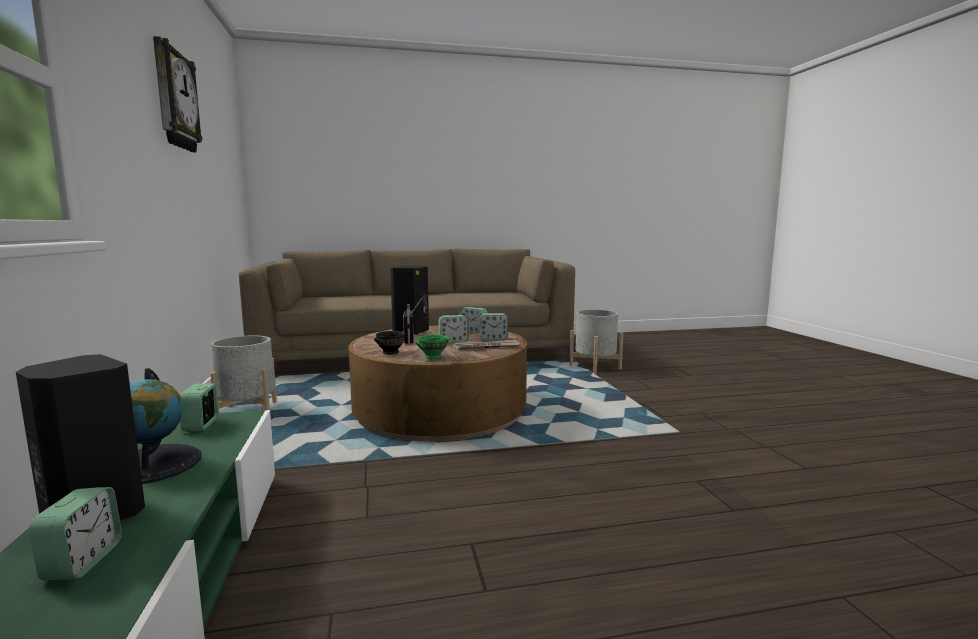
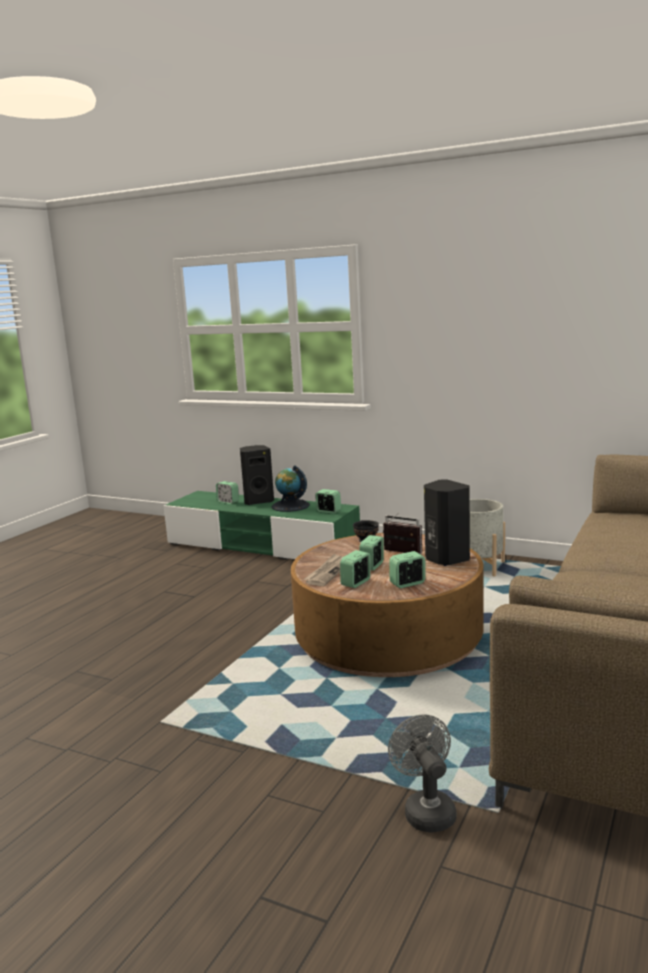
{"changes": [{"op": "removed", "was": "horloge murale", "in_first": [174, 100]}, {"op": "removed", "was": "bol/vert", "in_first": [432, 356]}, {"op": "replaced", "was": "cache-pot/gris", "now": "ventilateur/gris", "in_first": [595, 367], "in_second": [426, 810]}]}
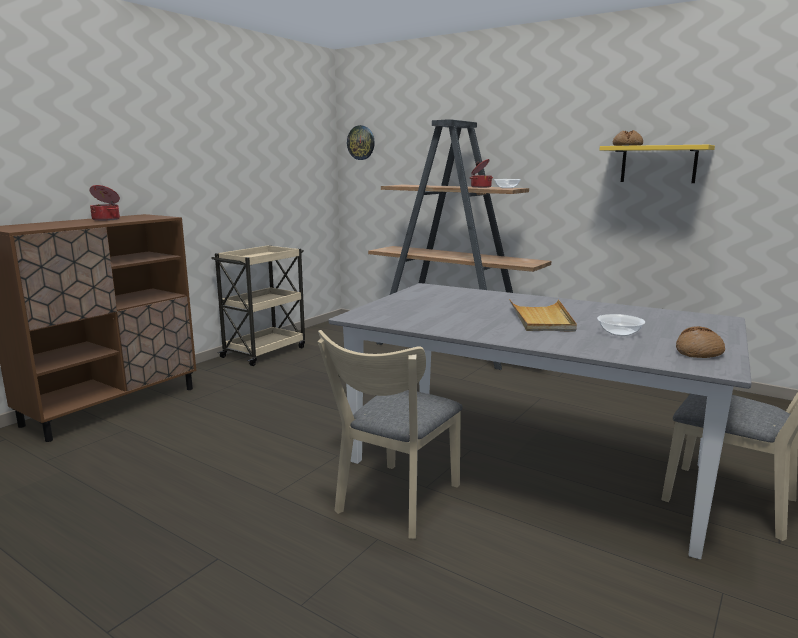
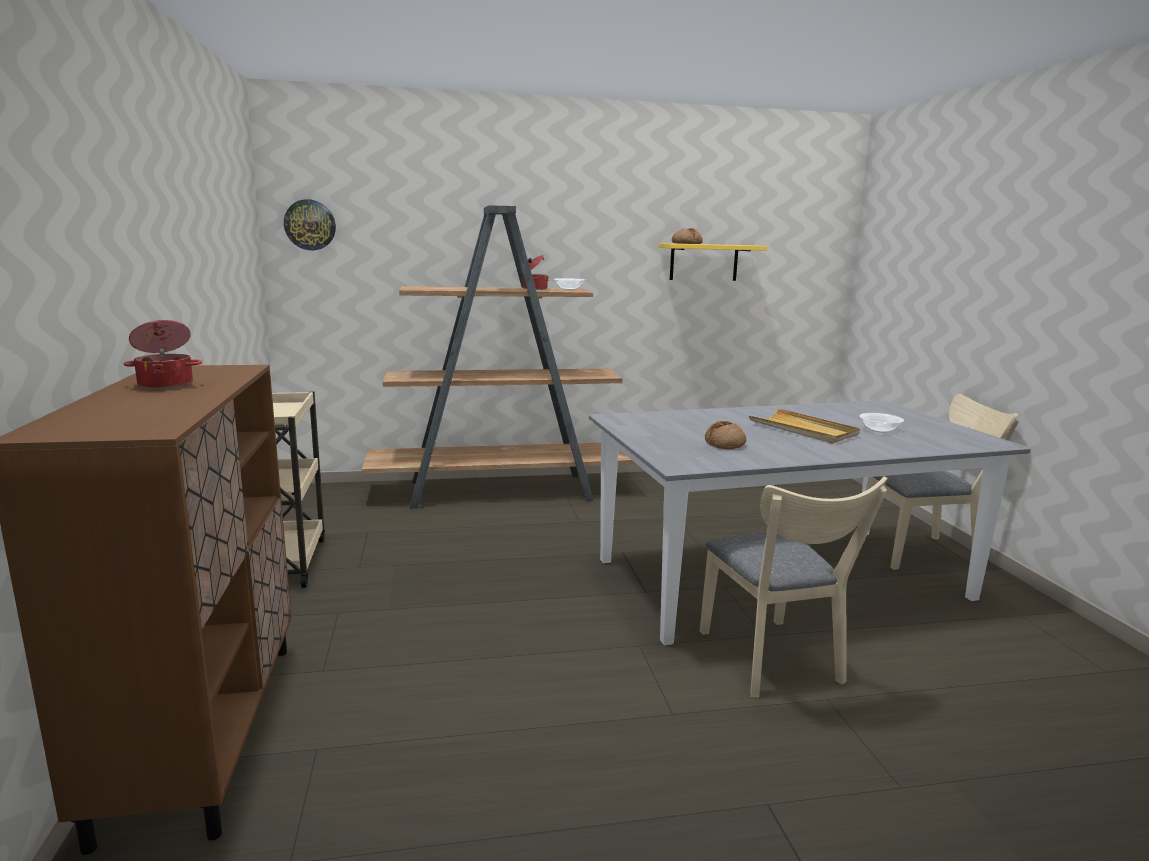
{"changes": [{"op": "moved", "was": "pain", "in_first": [699, 352], "in_second": [725, 444]}]}
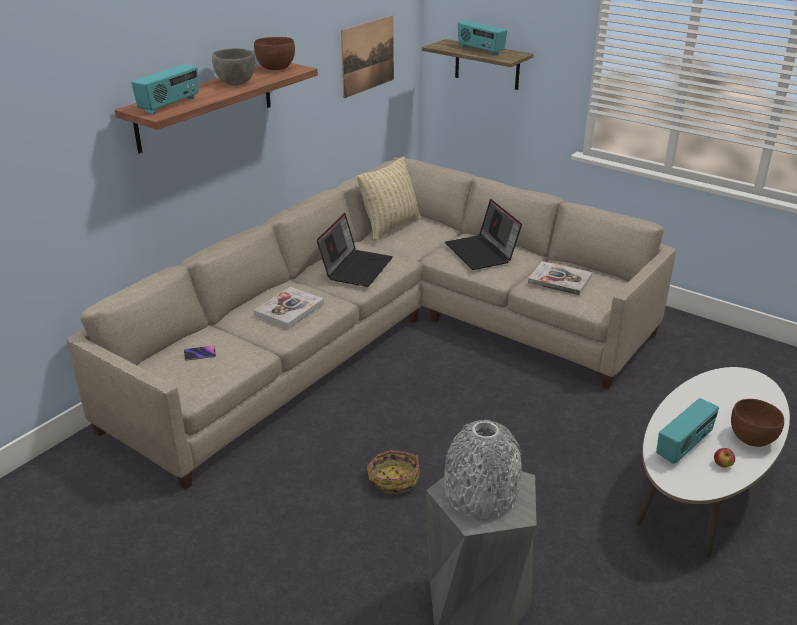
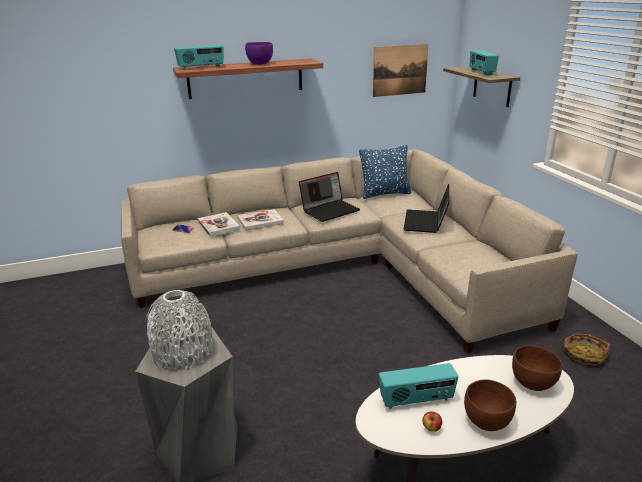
{"changes": [{"op": "recoloured", "was": "bol/gris", "now": "bol/violet", "in_first": [235, 82], "in_second": [260, 64]}, {"op": "moved", "was": "bol/marron", "in_first": [276, 69], "in_second": [533, 384]}, {"op": "recoloured", "was": "coussin/beige", "now": "coussin/bleu", "in_first": [390, 227], "in_second": [385, 194]}, {"op": "moved", "was": "panier", "in_first": [393, 479], "in_second": [584, 354]}, {"op": "moved", "was": "livre", "in_first": [559, 280], "in_second": [218, 225]}]}
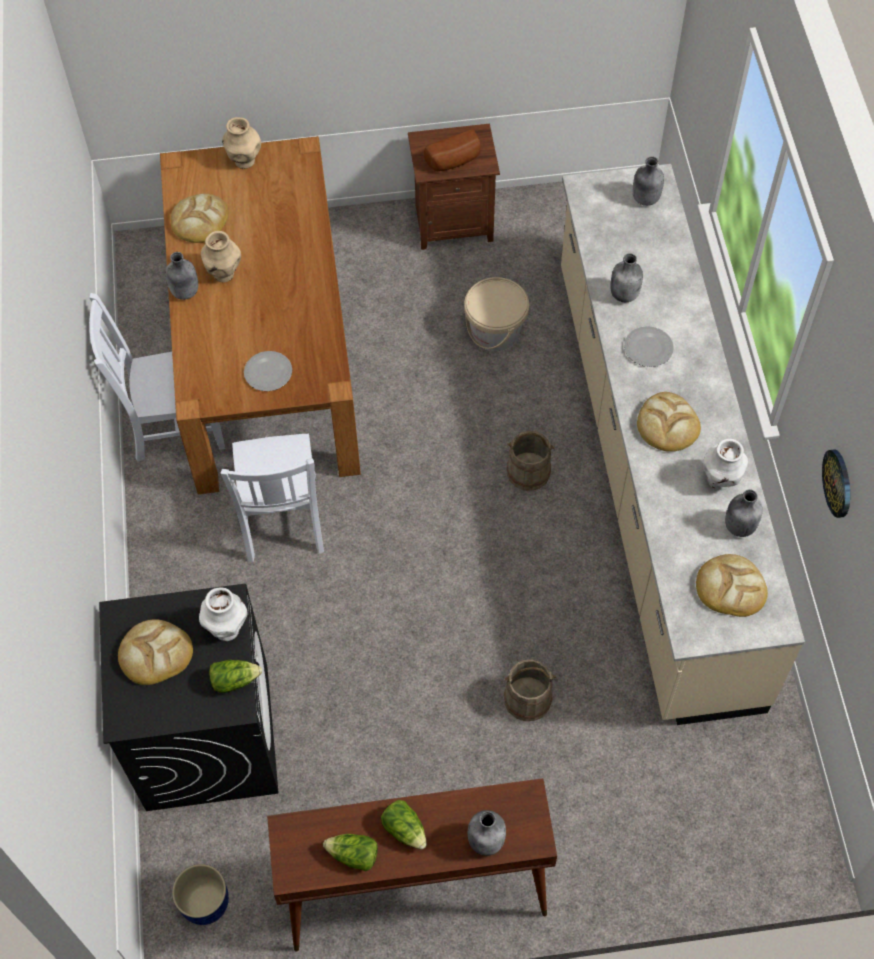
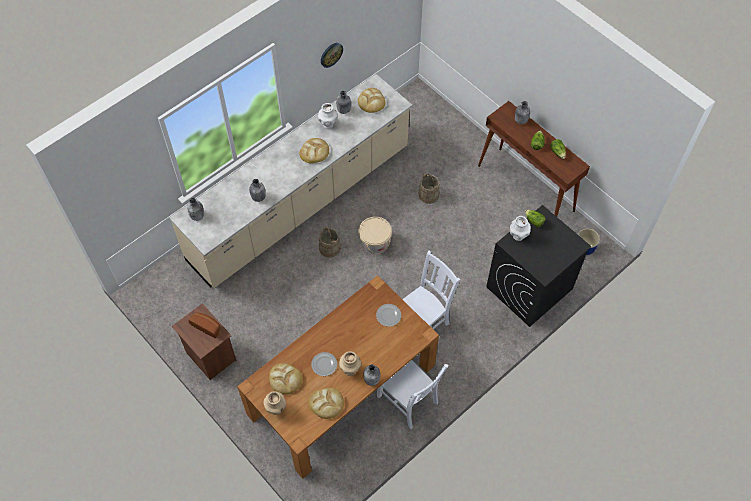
{"changes": [{"op": "moved", "was": "pain", "in_first": [155, 653], "in_second": [285, 379]}, {"op": "moved", "was": "seau/beige", "in_first": [495, 331], "in_second": [375, 243]}, {"op": "moved", "was": "assiette", "in_first": [649, 348], "in_second": [324, 364]}]}
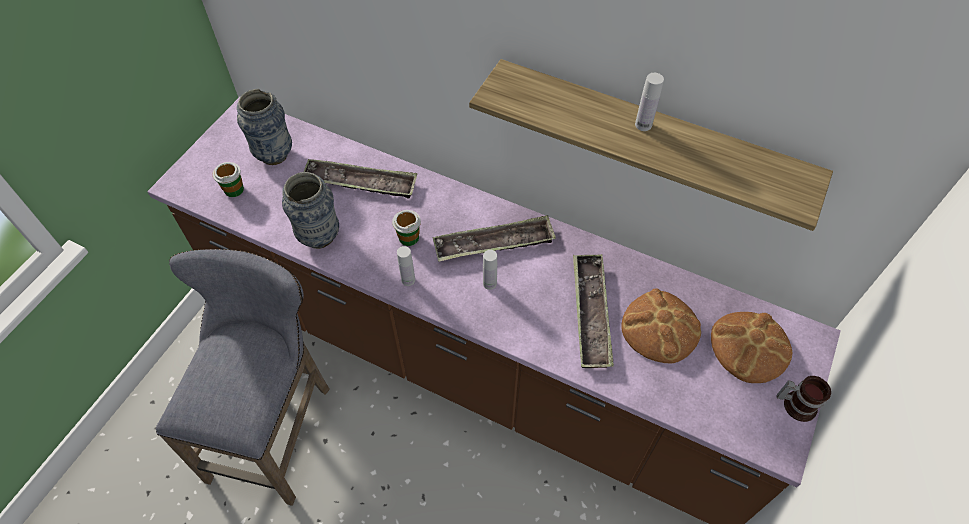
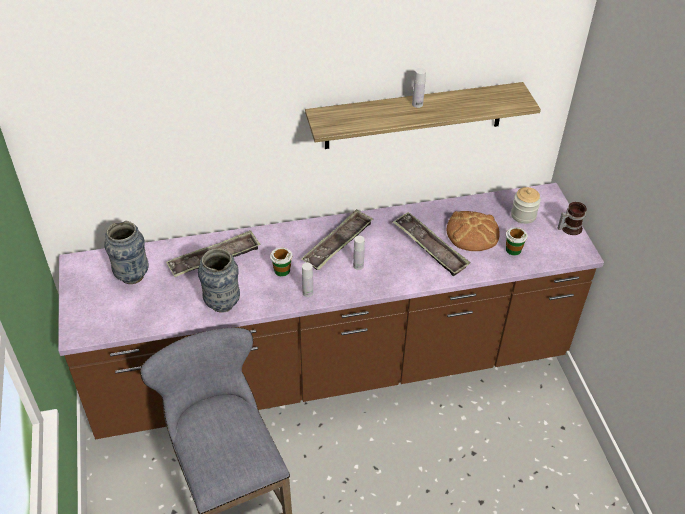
{"changes": [{"op": "moved", "was": "tasse", "in_first": [234, 189], "in_second": [513, 250]}, {"op": "replaced", "was": "pain", "now": "bocal", "in_first": [749, 347], "in_second": [523, 215]}]}
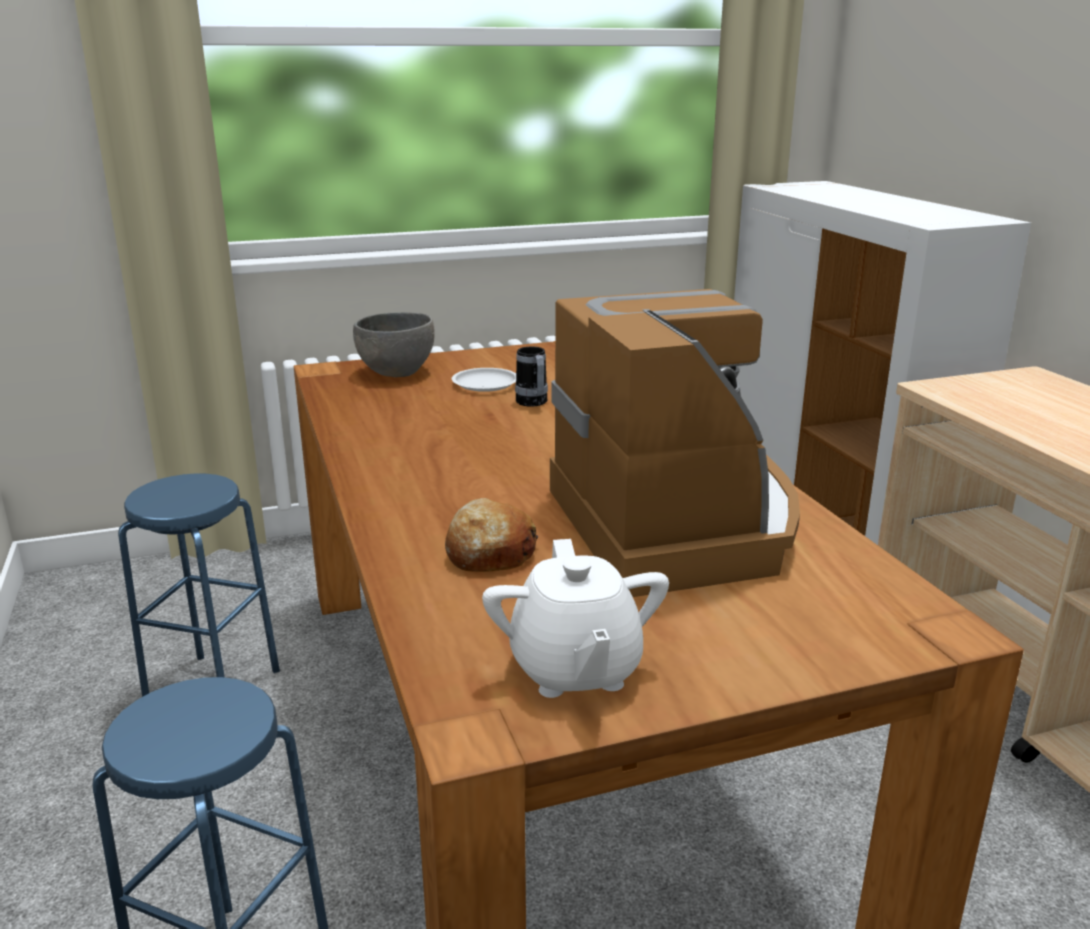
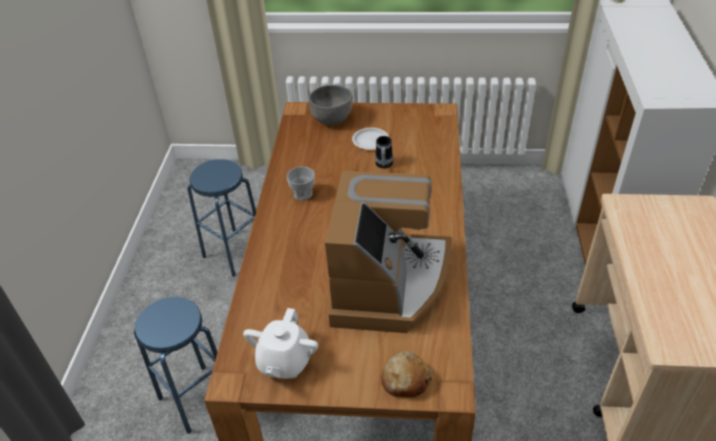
{"changes": [{"op": "moved", "was": "pain", "in_first": [489, 553], "in_second": [405, 380]}, {"op": "added", "now": "tasse", "in_second": [303, 194]}]}
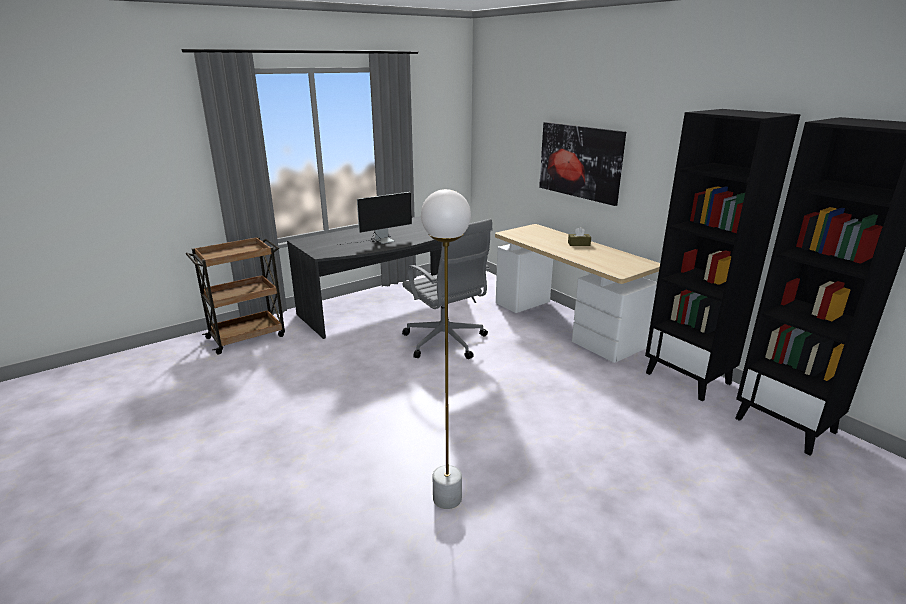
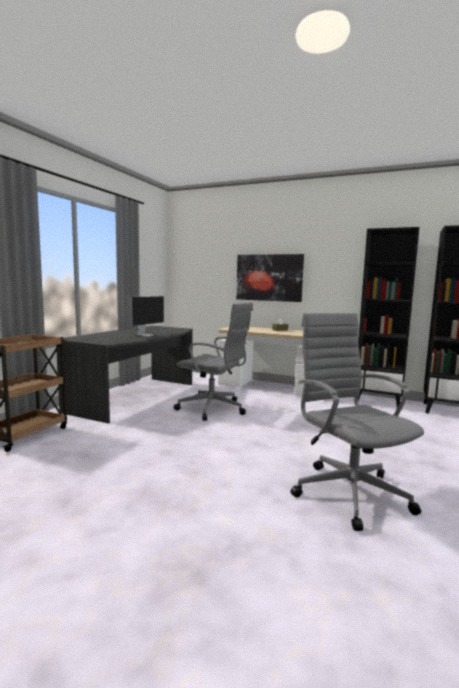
{"changes": [{"op": "replaced", "was": "lampadaire/blanc", "now": "chaise de bureau/gris", "in_first": [447, 498], "in_second": [348, 492]}]}
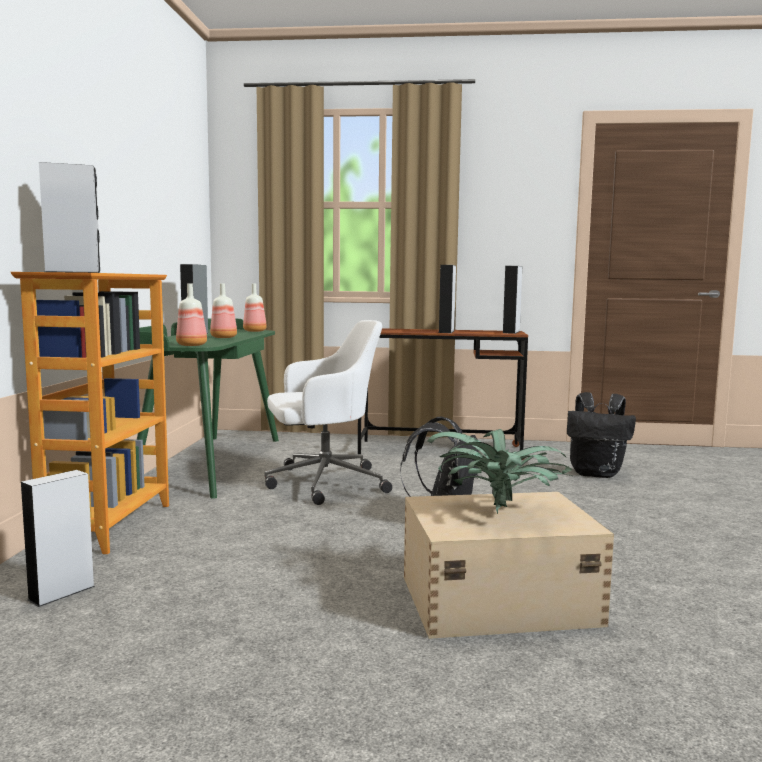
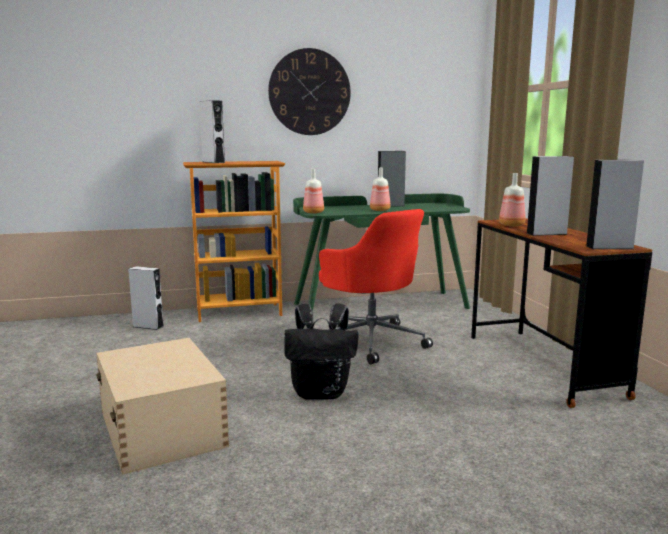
{"changes": [{"op": "moved", "was": "bouteille", "in_first": [255, 331], "in_second": [512, 225]}, {"op": "recoloured", "was": "chaise de bureau/blanc", "now": "chaise de bureau/rouge", "in_first": [323, 483], "in_second": [371, 341]}, {"op": "removed", "was": "plante en pot", "in_first": [500, 511]}, {"op": "removed", "was": "sac à dos/noir", "in_first": [596, 473]}, {"op": "added", "now": "horloge murale", "in_second": [309, 92]}]}
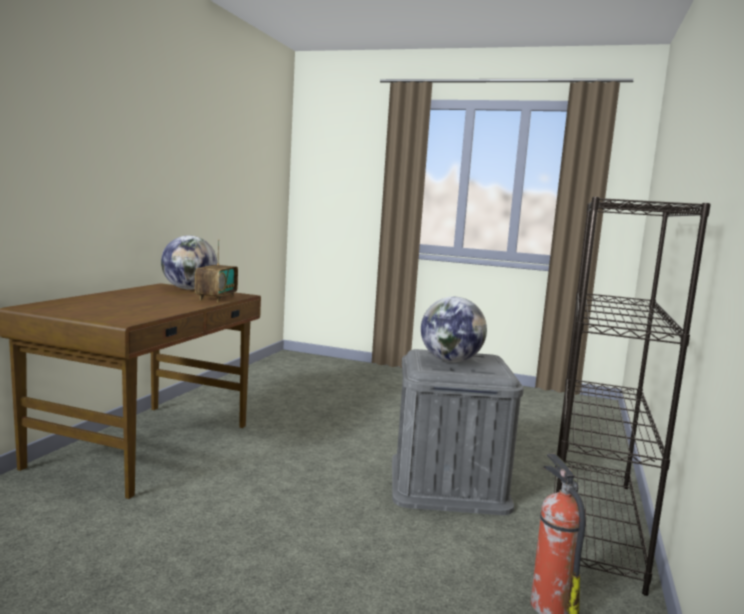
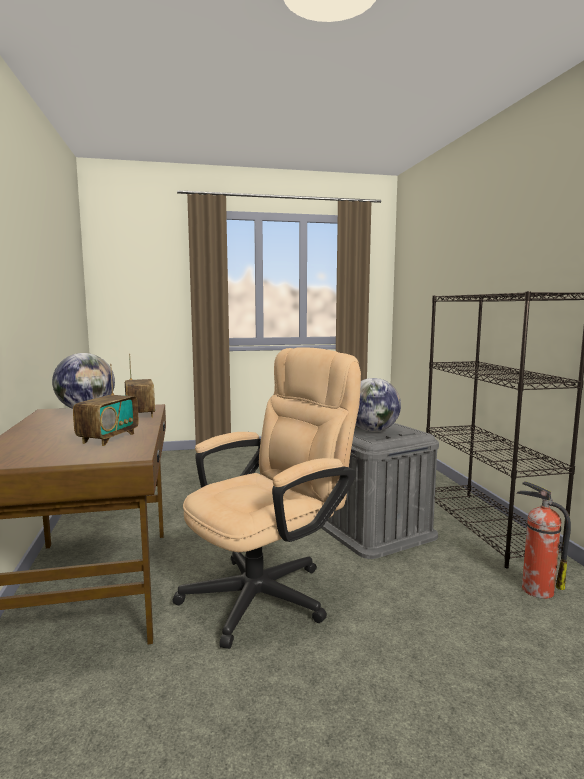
{"changes": [{"op": "added", "now": "radio", "in_second": [108, 438]}, {"op": "added", "now": "chaise de bureau/beige", "in_second": [269, 591]}]}
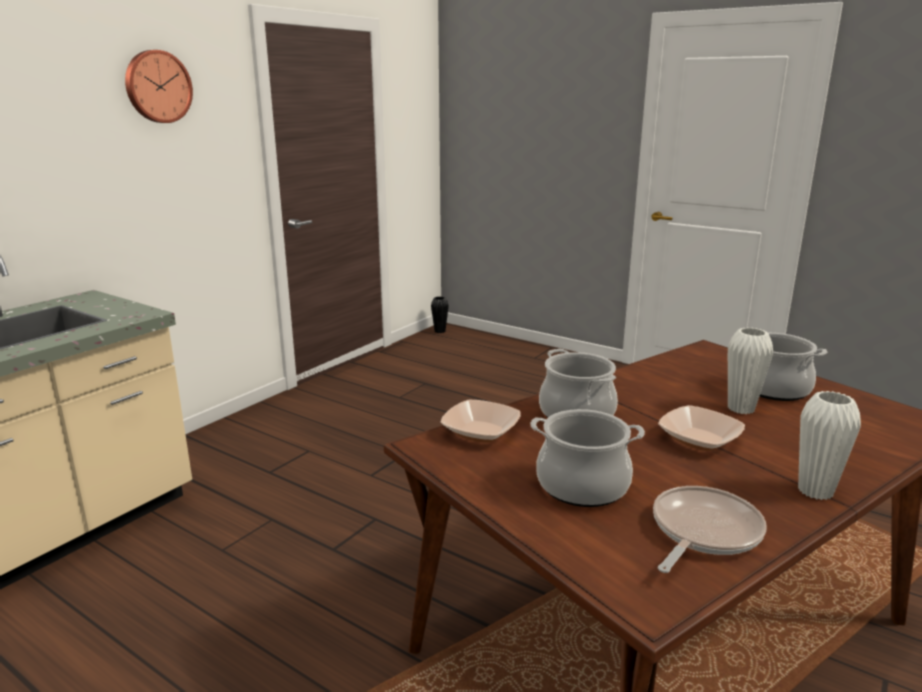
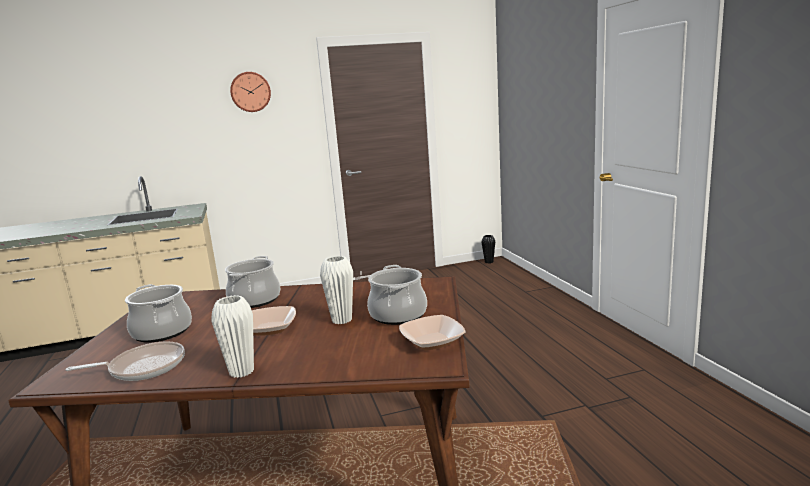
{"changes": [{"op": "moved", "was": "bol", "in_first": [481, 432], "in_second": [432, 341]}]}
